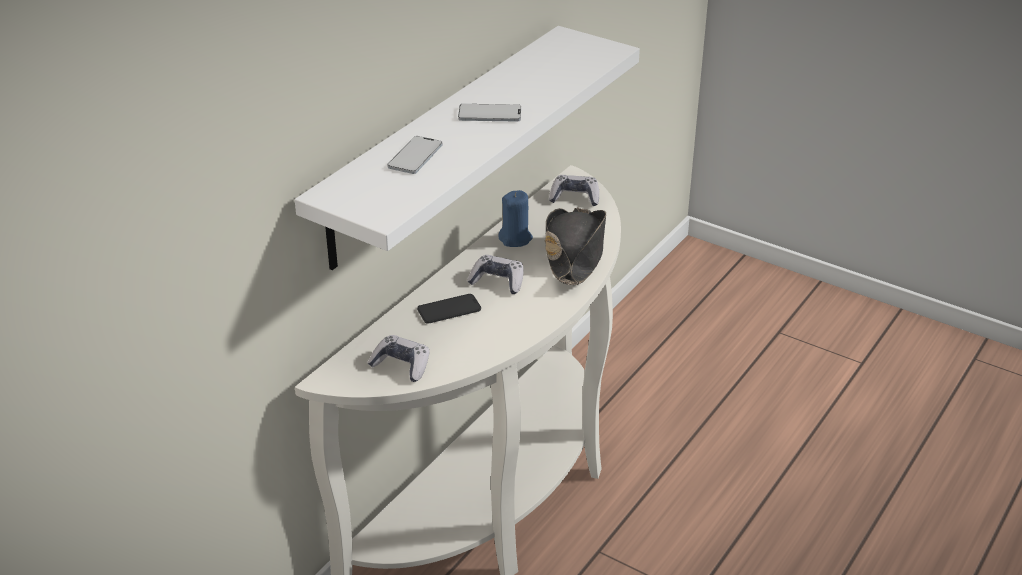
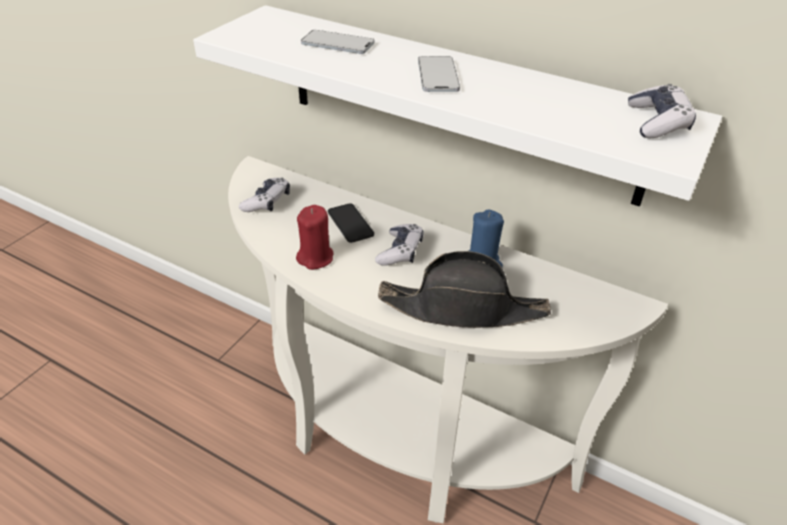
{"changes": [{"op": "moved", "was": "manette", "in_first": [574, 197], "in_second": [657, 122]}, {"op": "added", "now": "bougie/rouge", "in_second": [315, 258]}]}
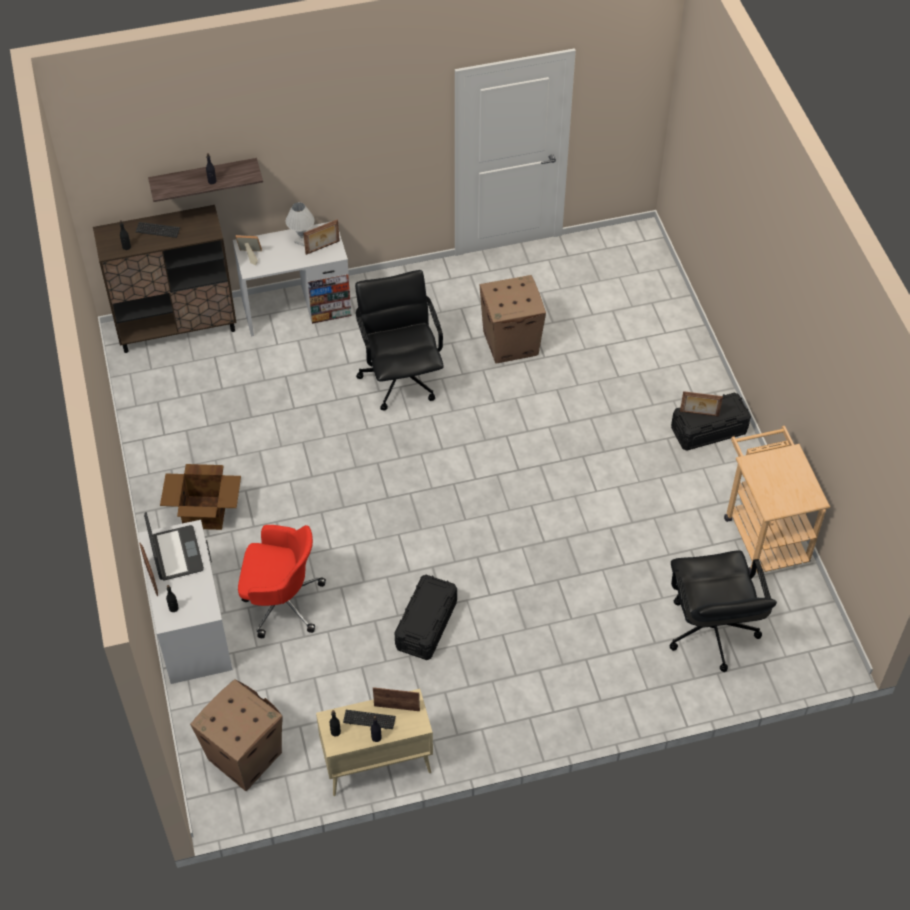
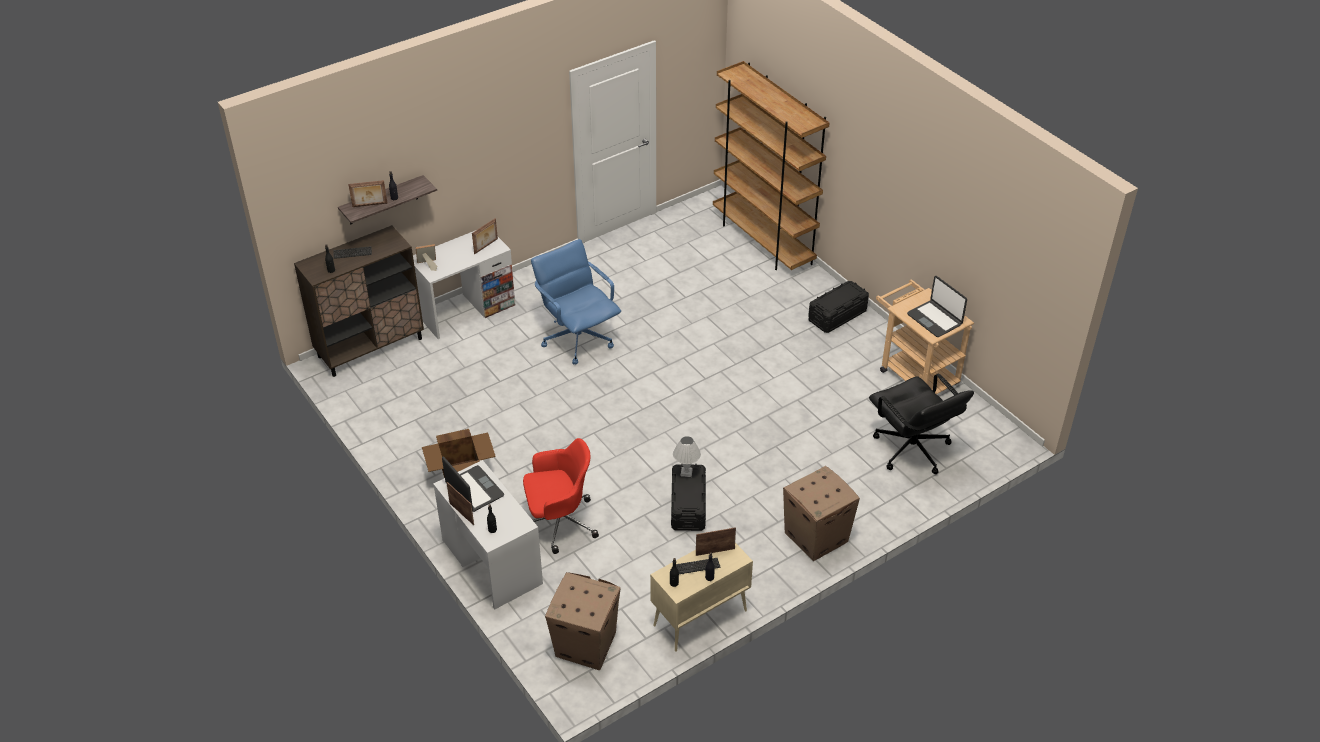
{"changes": [{"op": "moved", "was": "lampe de table/blanc", "in_first": [302, 240], "in_second": [686, 472]}, {"op": "recoloured", "was": "chaise de bureau/noir", "now": "chaise de bureau/bleu", "in_first": [401, 378], "in_second": [578, 338]}, {"op": "moved", "was": "carton", "in_first": [511, 343], "in_second": [817, 537]}, {"op": "moved", "was": "cadre photo", "in_first": [699, 414], "in_second": [370, 205]}, {"op": "added", "now": "bibliothèque/marron", "in_second": [763, 241]}, {"op": "added", "now": "ordinateur portable", "in_second": [935, 319]}]}
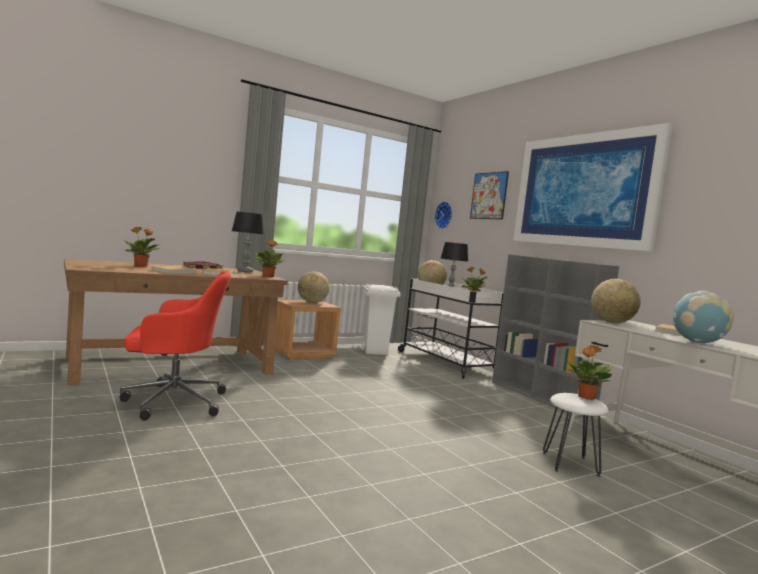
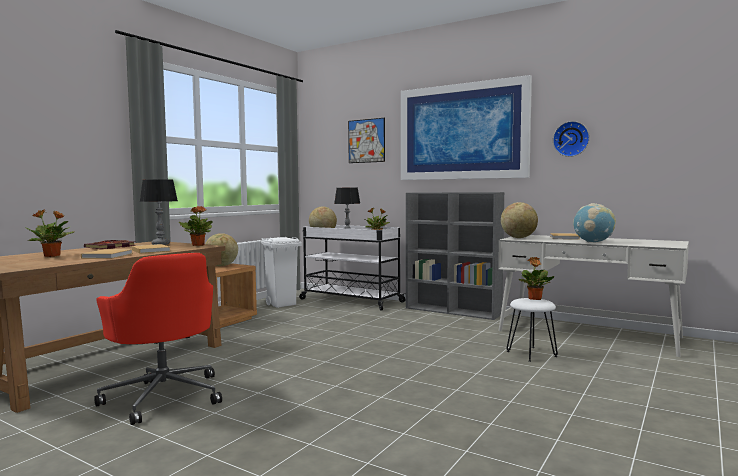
{"changes": [{"op": "turned", "was": "chaise de bureau/rouge", "in_first": [172, 401], "in_second": [164, 396], "clockwise": 90}, {"op": "moved", "was": "horloge murale", "in_first": [445, 215], "in_second": [571, 139]}]}
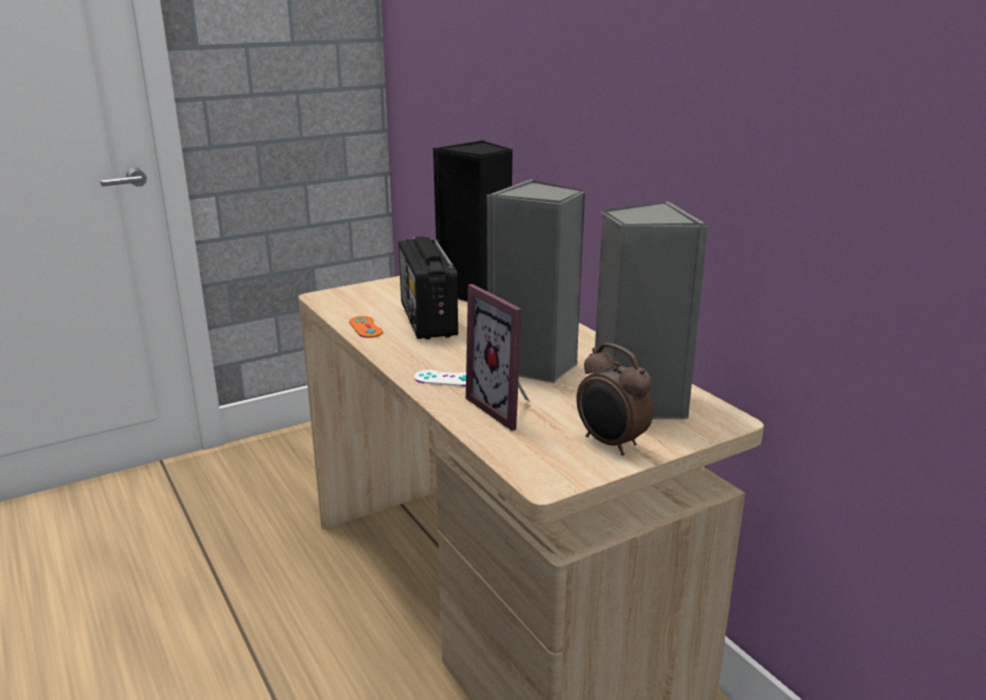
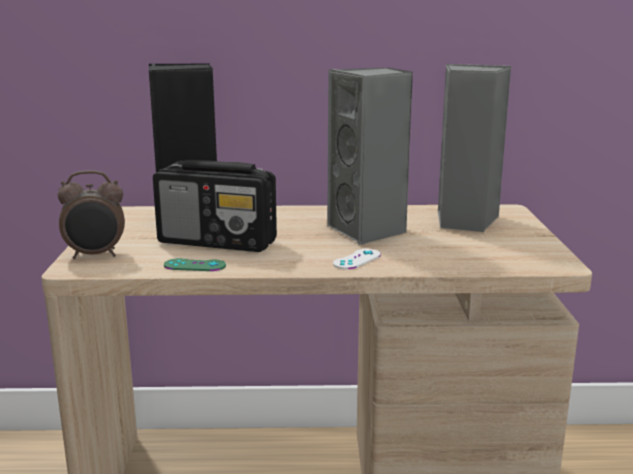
{"changes": [{"op": "recoloured", "was": "manette/orange", "now": "manette/vert", "in_first": [365, 327], "in_second": [194, 265]}, {"op": "removed", "was": "cadre photo", "in_first": [507, 408]}, {"op": "moved", "was": "réveil", "in_first": [610, 444], "in_second": [96, 255]}]}
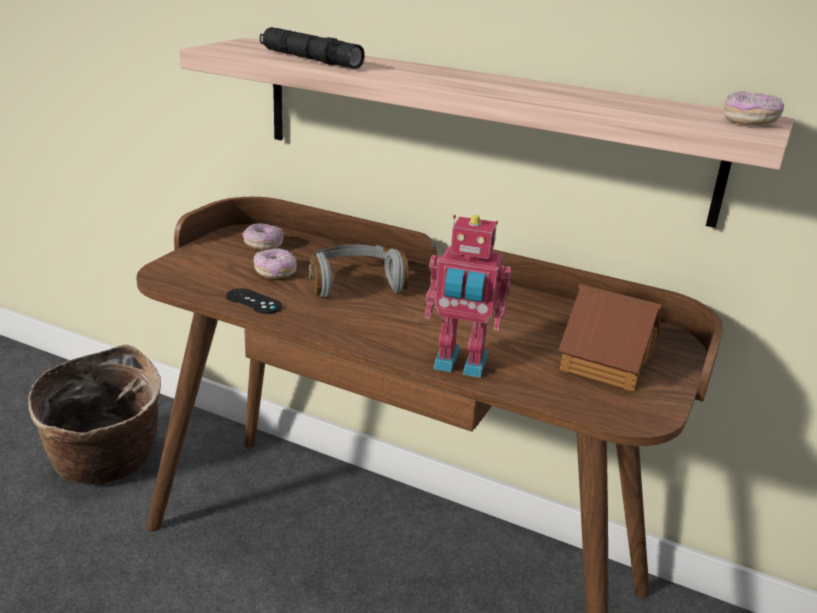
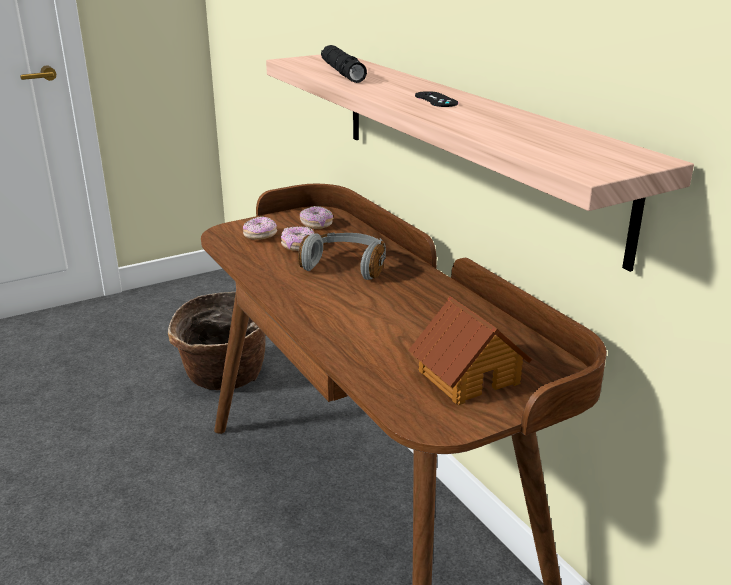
{"changes": [{"op": "moved", "was": "manette/noir", "in_first": [253, 301], "in_second": [436, 100]}, {"op": "removed", "was": "robot jouet", "in_first": [460, 365]}, {"op": "moved", "was": "beignet", "in_first": [749, 122], "in_second": [260, 236]}]}
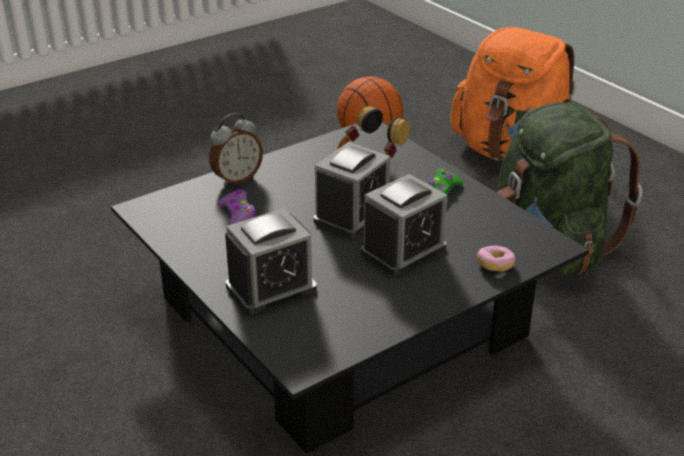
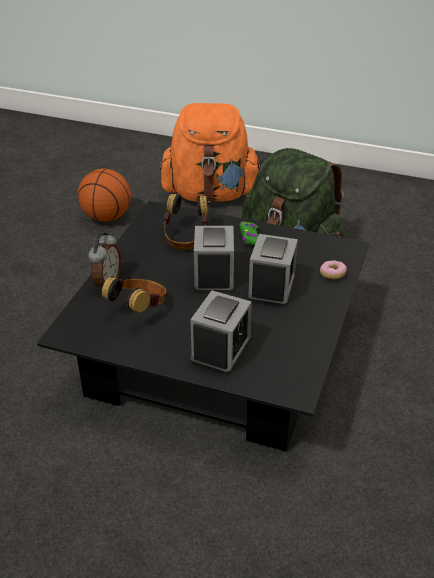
{"changes": [{"op": "replaced", "was": "manette/violet", "now": "casque audio", "in_first": [238, 215], "in_second": [139, 309]}]}
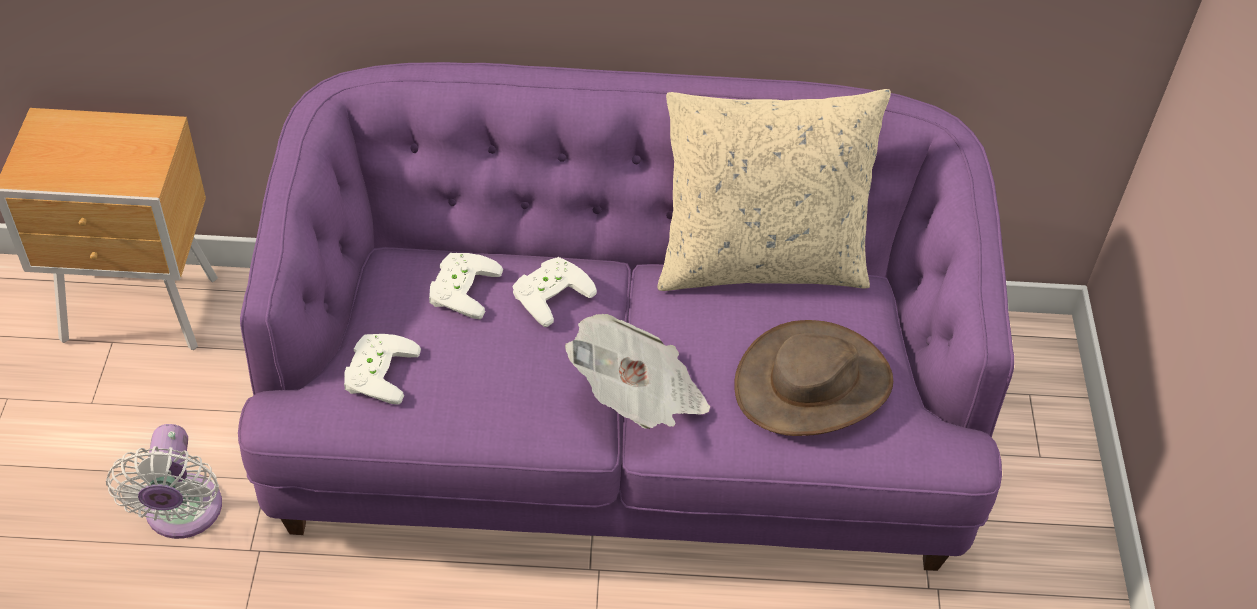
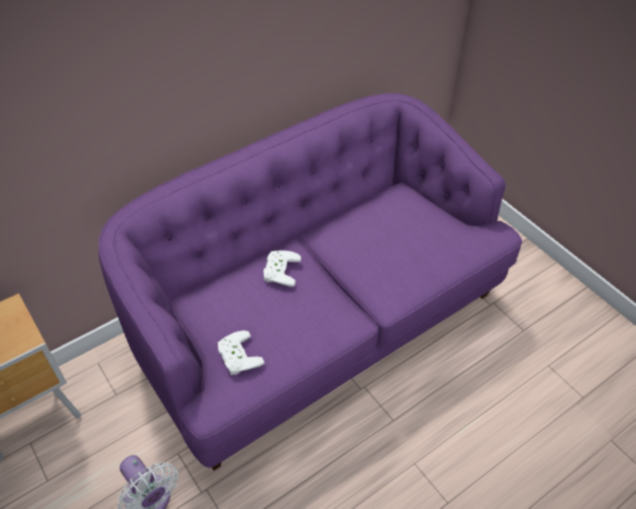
{"changes": [{"op": "removed", "was": "manette/blanc", "in_first": [459, 288]}, {"op": "removed", "was": "journal", "in_first": [638, 397]}, {"op": "removed", "was": "coussin/beige", "in_first": [760, 262]}, {"op": "removed", "was": "chapeau/marron", "in_first": [813, 384]}]}
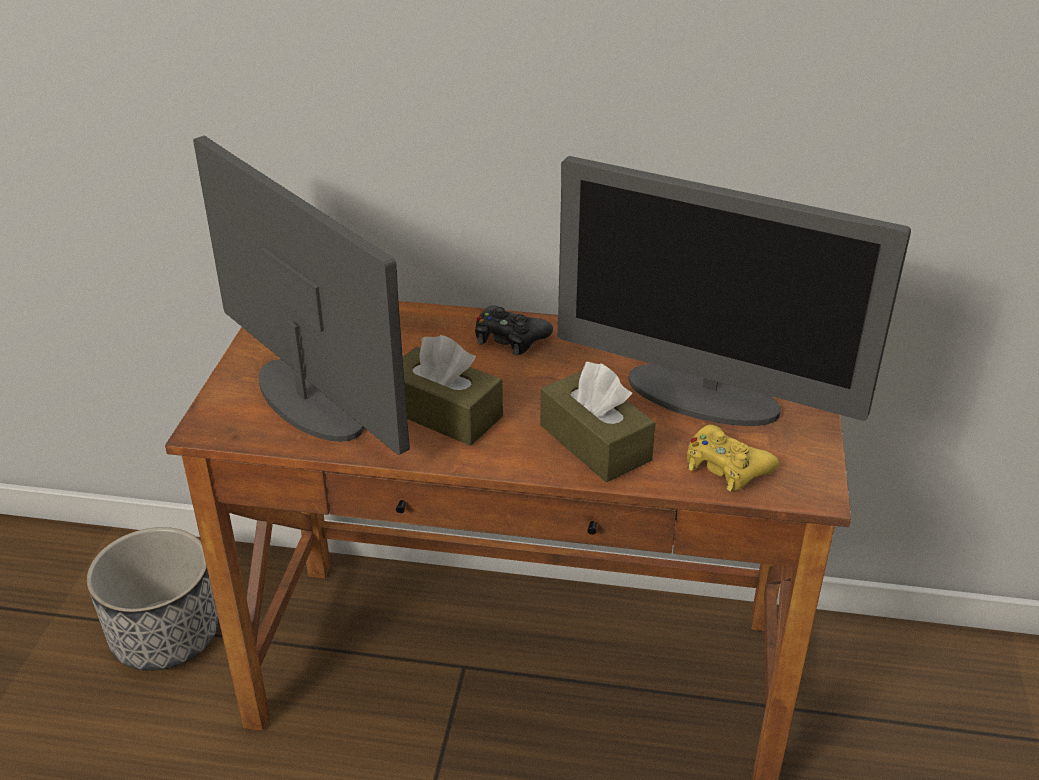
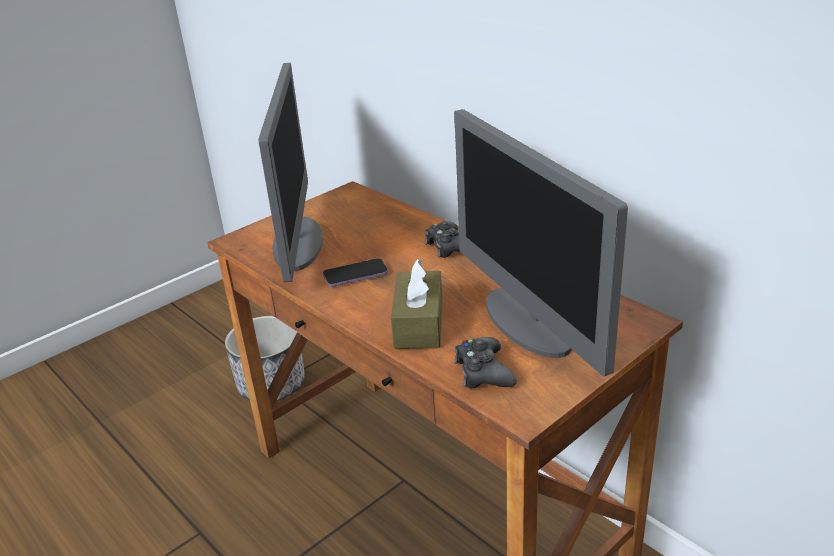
{"changes": [{"op": "replaced", "was": "boîte à mouchoirs/marron", "now": "téléphone", "in_first": [443, 413], "in_second": [355, 275]}, {"op": "recoloured", "was": "manette/jaune", "now": "manette/noir", "in_first": [726, 467], "in_second": [483, 372]}]}
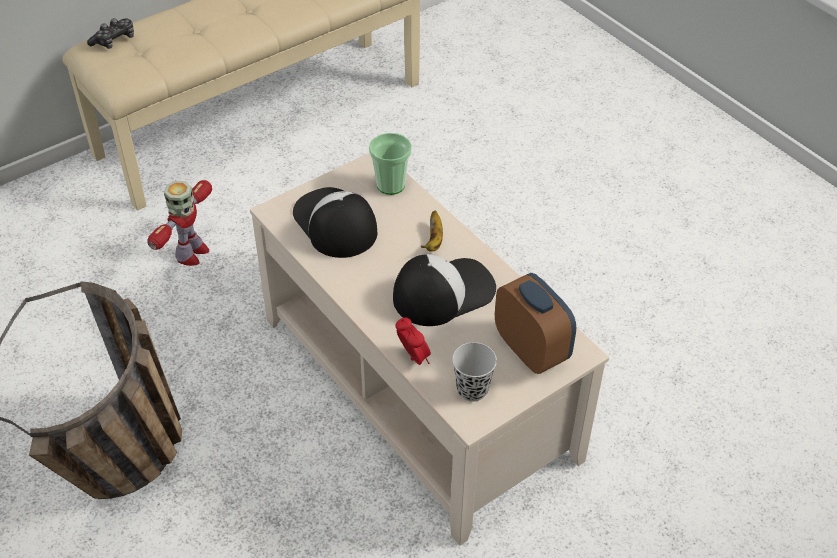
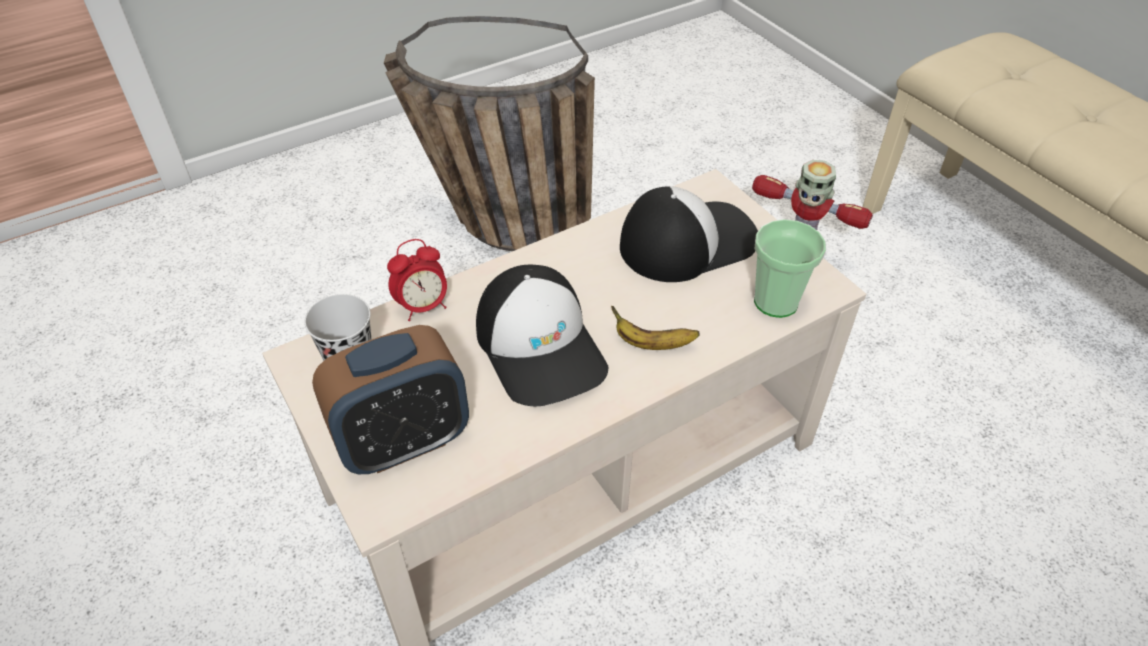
{"changes": [{"op": "removed", "was": "manette", "in_first": [114, 40]}]}
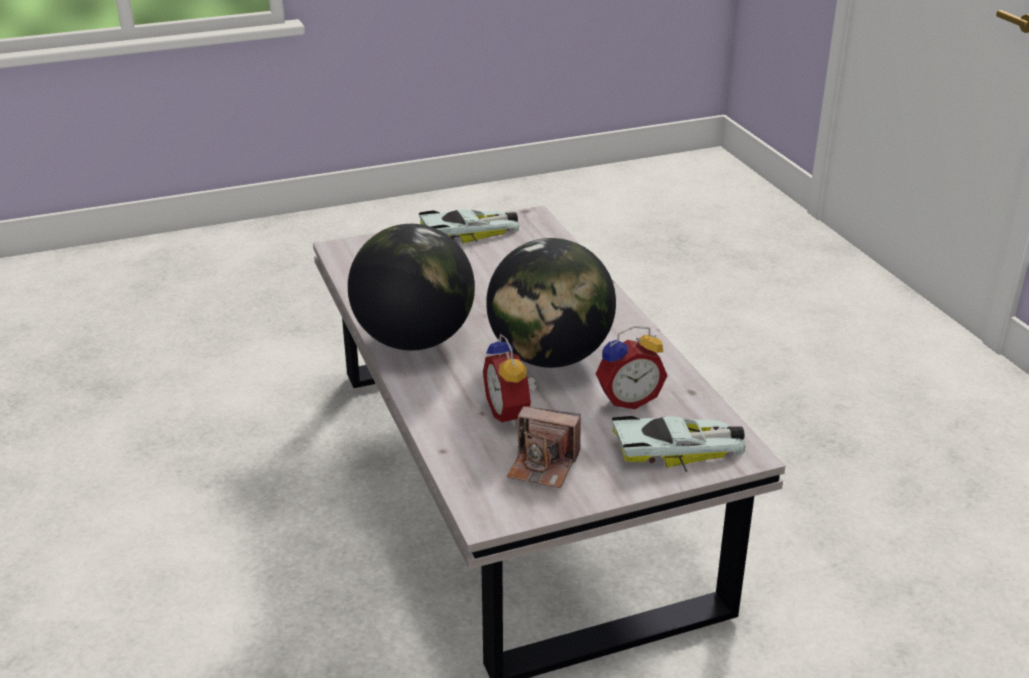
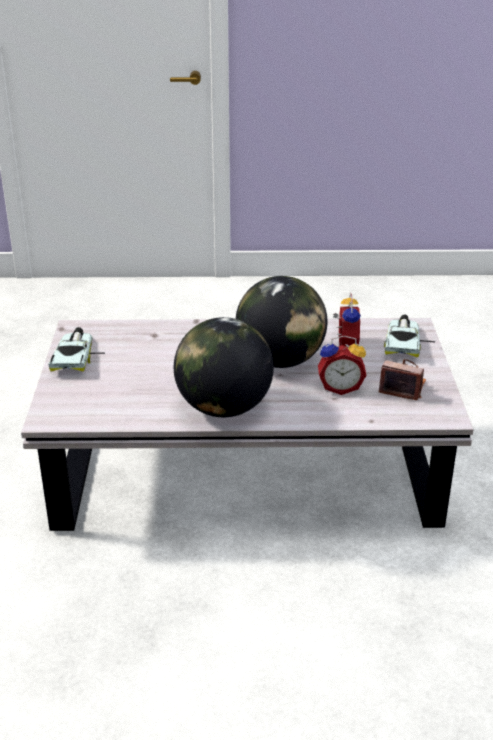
{"changes": [{"op": "turned", "was": "appareil photo", "in_first": [543, 465], "in_second": [402, 388], "clockwise": -105}]}
